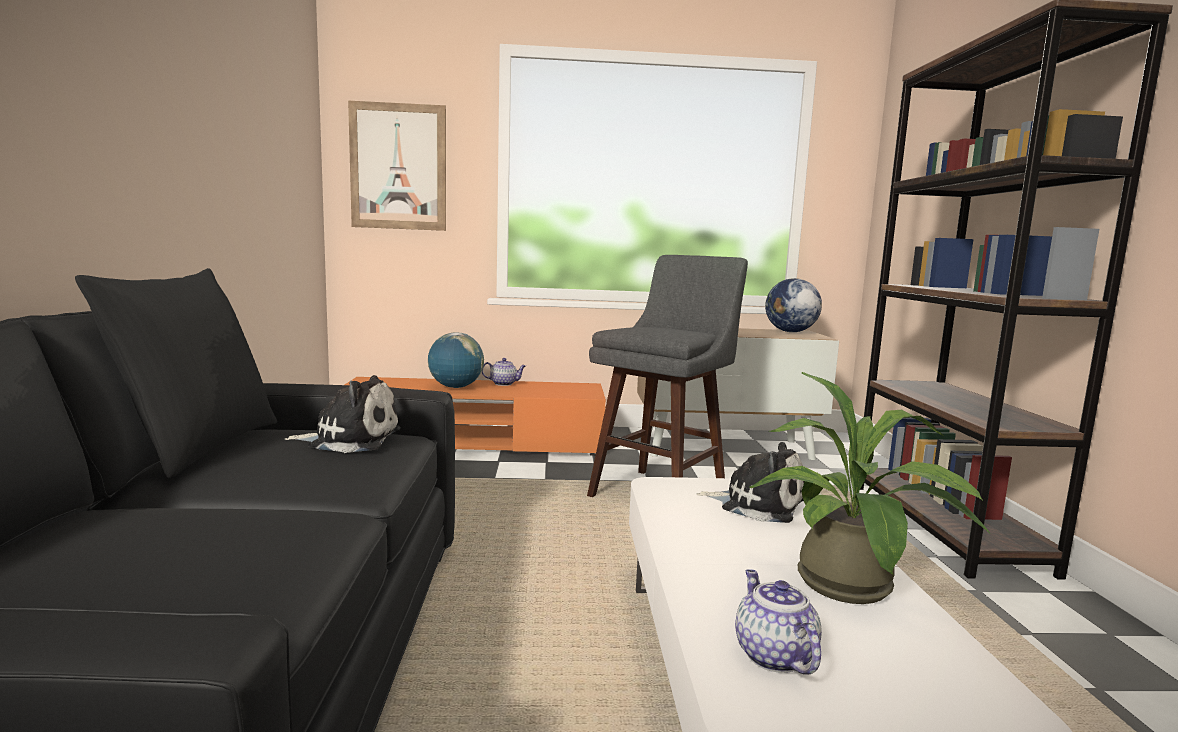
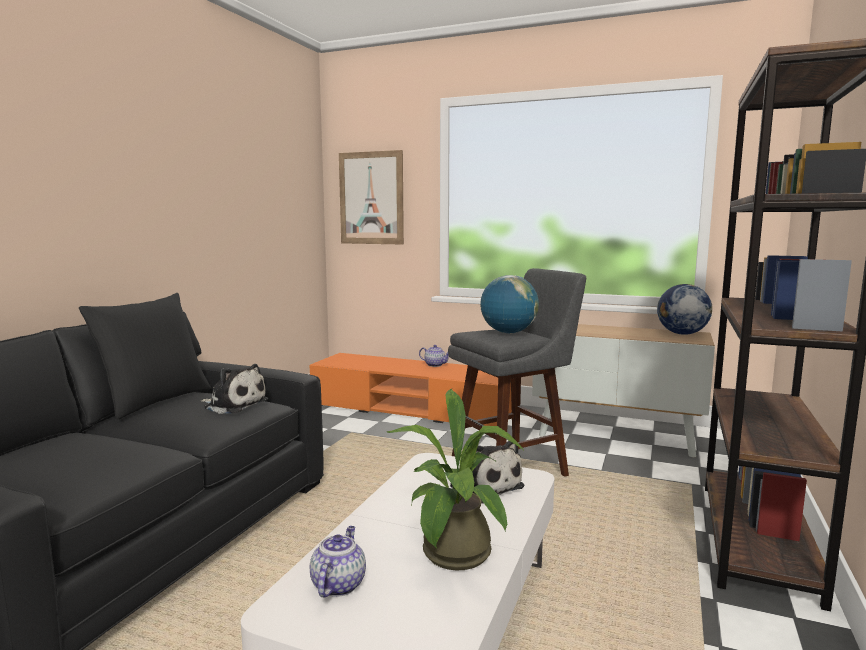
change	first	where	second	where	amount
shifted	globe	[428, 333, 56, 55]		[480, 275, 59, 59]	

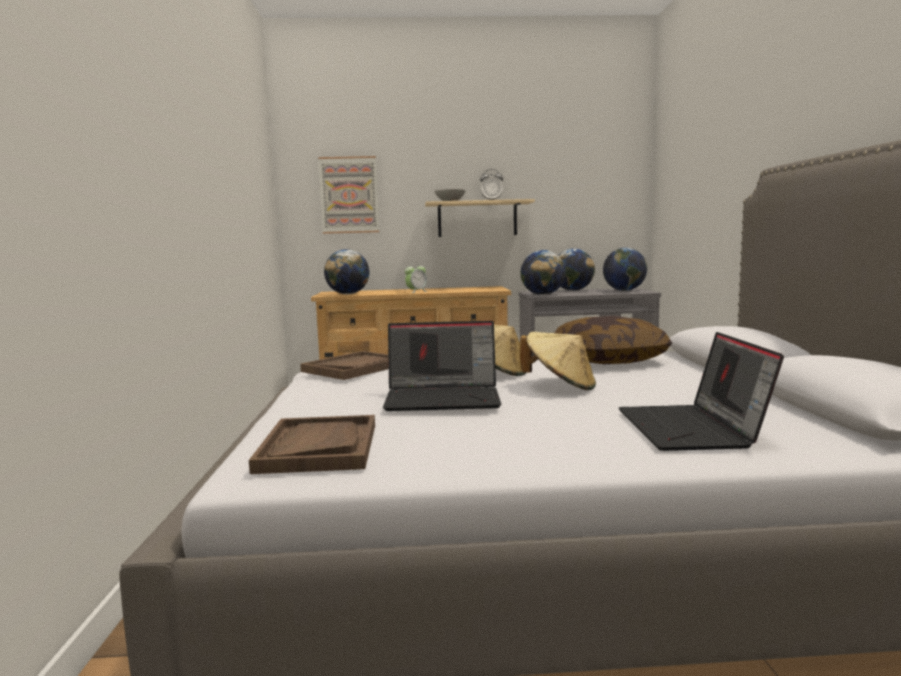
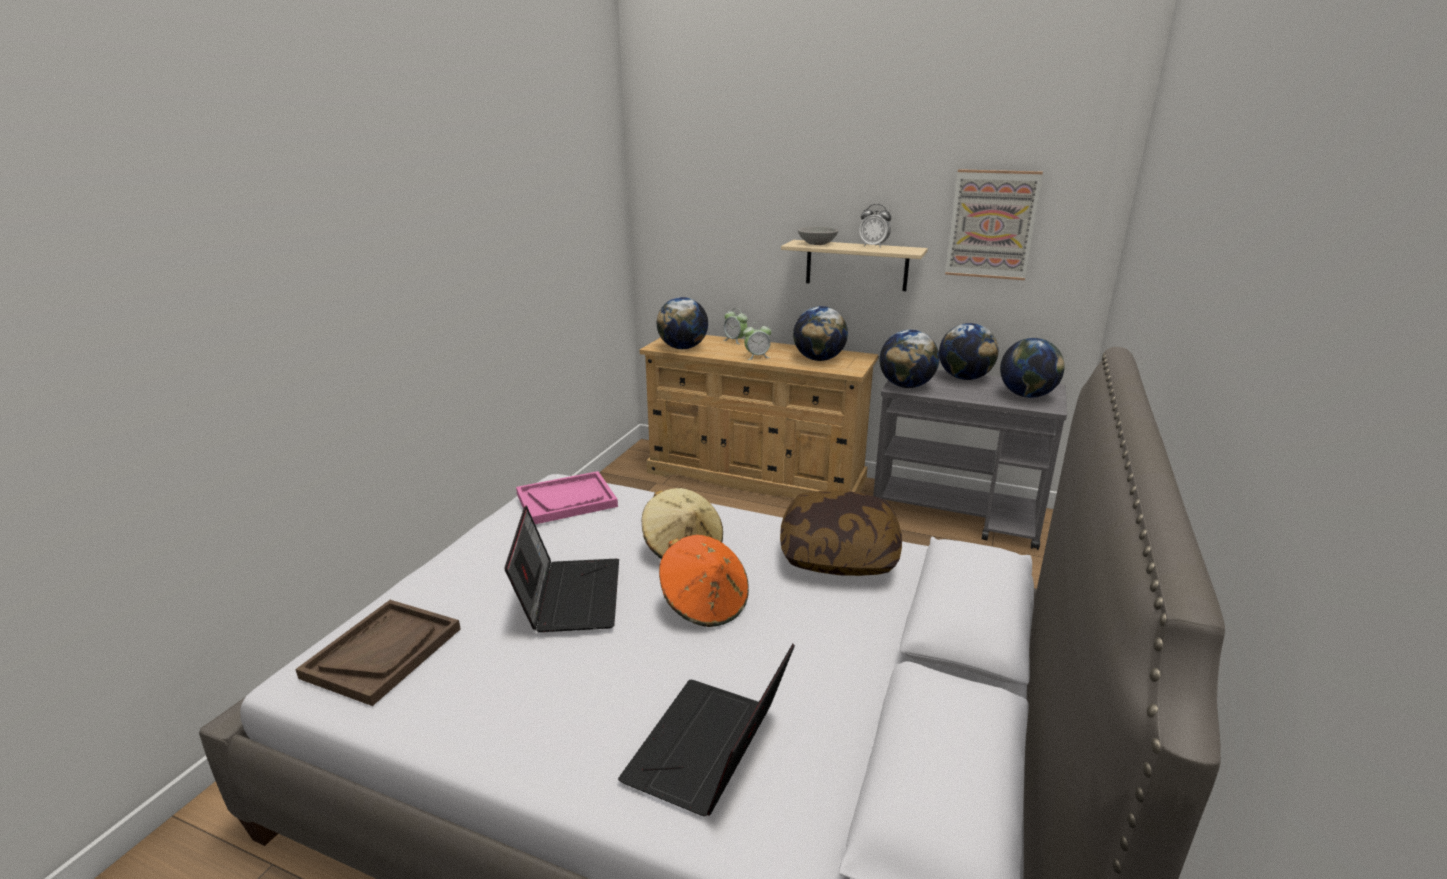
change	first	where	second	where	amount
repainted	tray (brown)	[300, 351, 89, 29]	tray (pink)	[516, 471, 102, 53]	
shifted	picture	[318, 156, 61, 78]		[945, 169, 98, 111]	
rotated	laptop	[383, 321, 118, 90]		[504, 505, 115, 127]	120 degrees counterclockwise
repainted	hat (beige)	[520, 332, 76, 58]	hat (orange)	[659, 535, 90, 92]	
new			alarm clock	[723, 308, 25, 36]	
new			globe	[793, 306, 55, 55]	

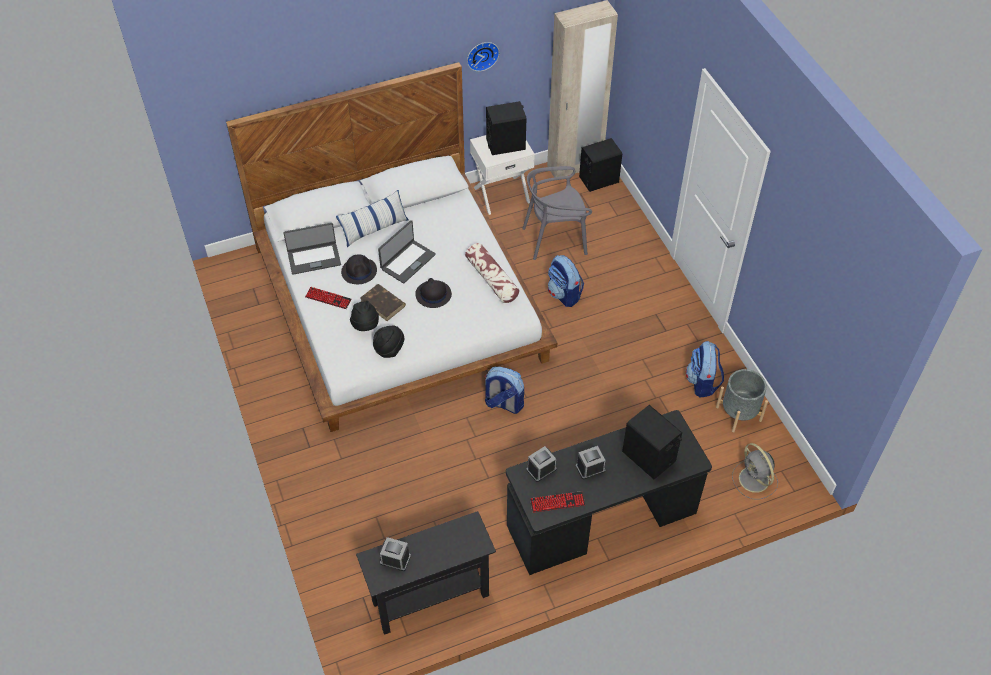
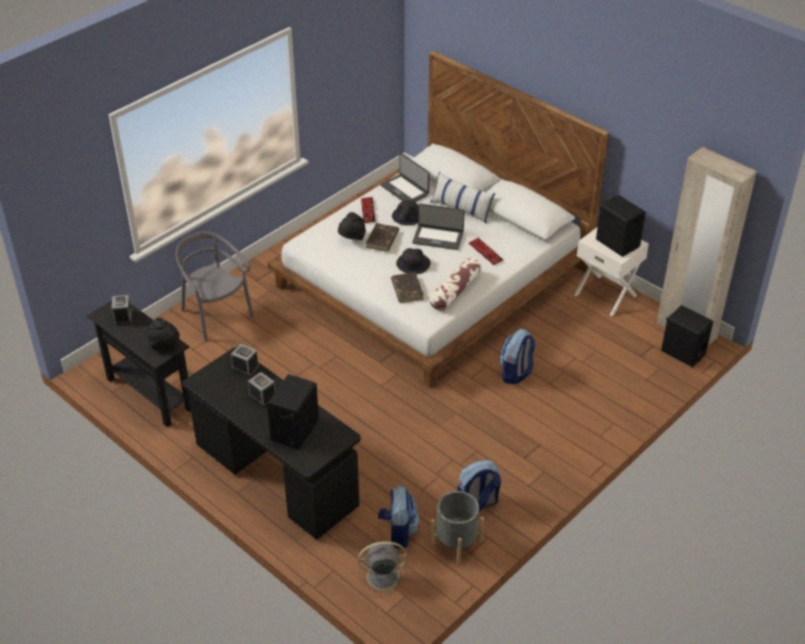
change	first	where	second	where	amount
shifted	hat (black)	[373, 326, 31, 32]		[147, 318, 33, 32]	
gone	wall clock	[467, 42, 32, 29]			
shifted	backpack	[485, 367, 39, 47]		[378, 486, 42, 63]	
shifted	chair (grey)	[522, 166, 70, 94]		[176, 232, 78, 109]	
shifted	keyboard	[530, 491, 55, 22]		[469, 238, 34, 27]	
rotated	fan (grey)	[732, 443, 46, 56]		[358, 541, 51, 57]	45 degrees clockwise
new			book (brown)	[391, 272, 33, 31]	

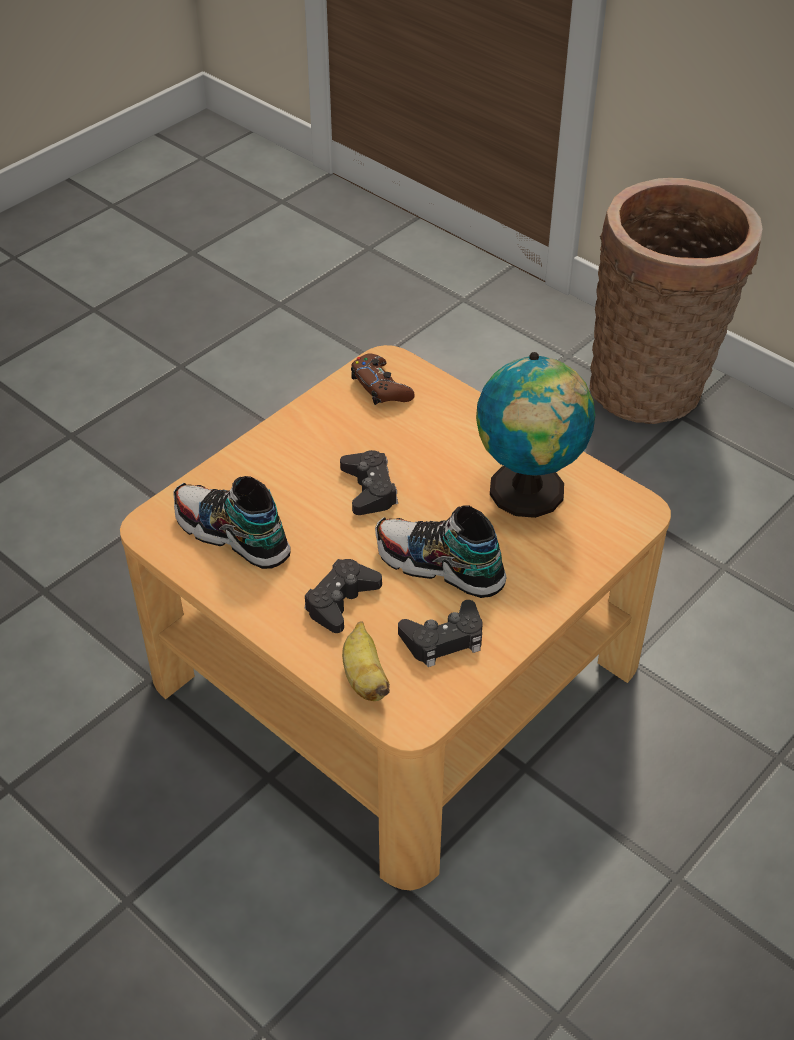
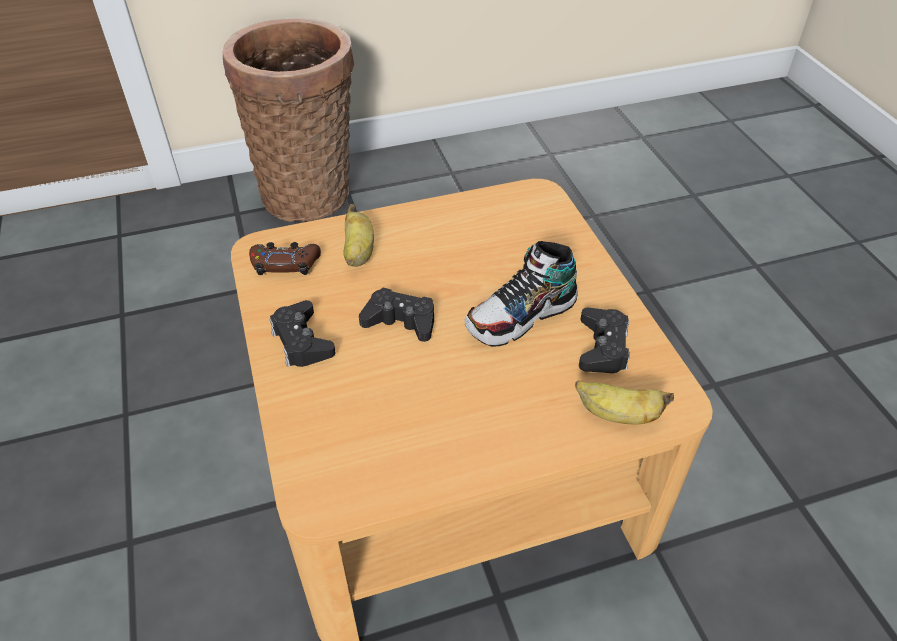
change	first	where	second	where	amount
gone	shoe	[174, 476, 116, 93]			
shifted	game controller (black)	[305, 559, 77, 74]		[270, 300, 66, 67]	
gone	globe	[476, 352, 119, 166]			
new			banana	[344, 204, 30, 63]	

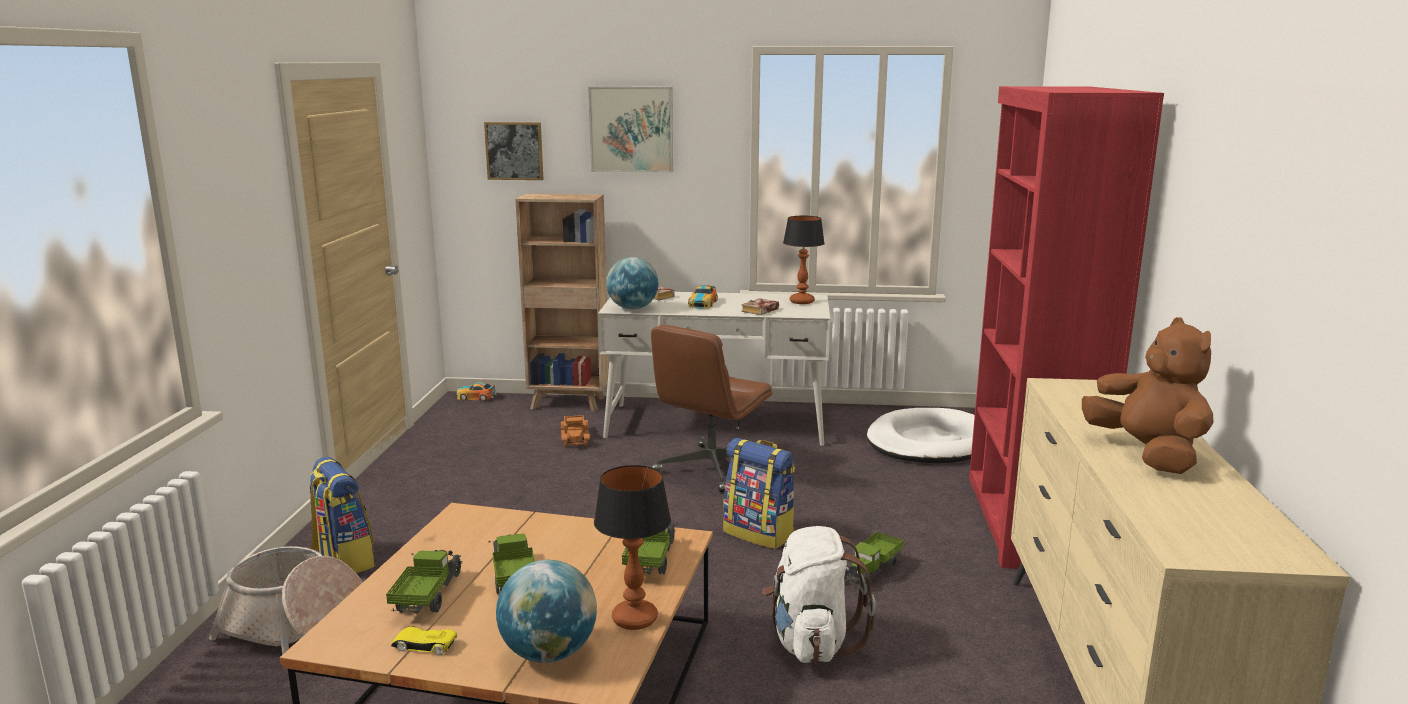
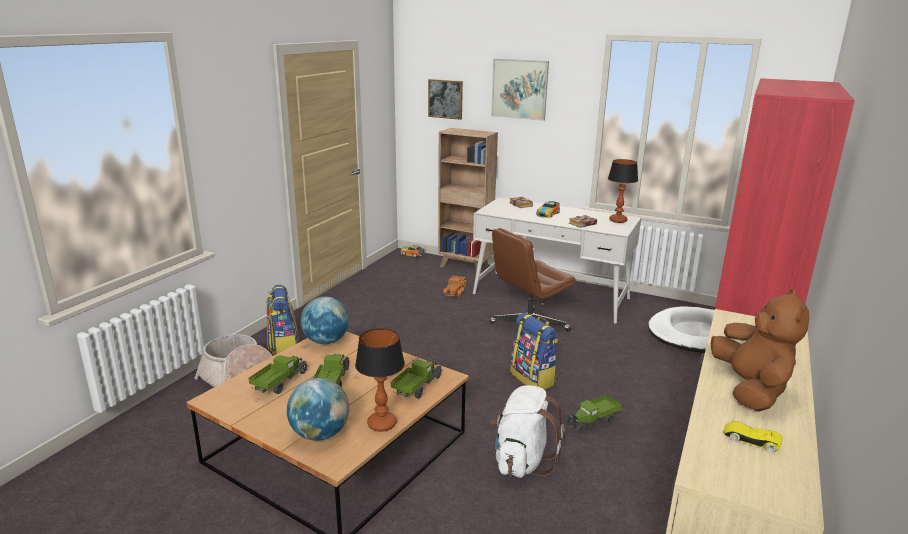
change	first	where	second	where	amount
shifted	toy car (yellow)	[391, 626, 66, 29]		[723, 421, 60, 31]	
shifted	globe	[606, 257, 53, 53]		[301, 297, 48, 47]	

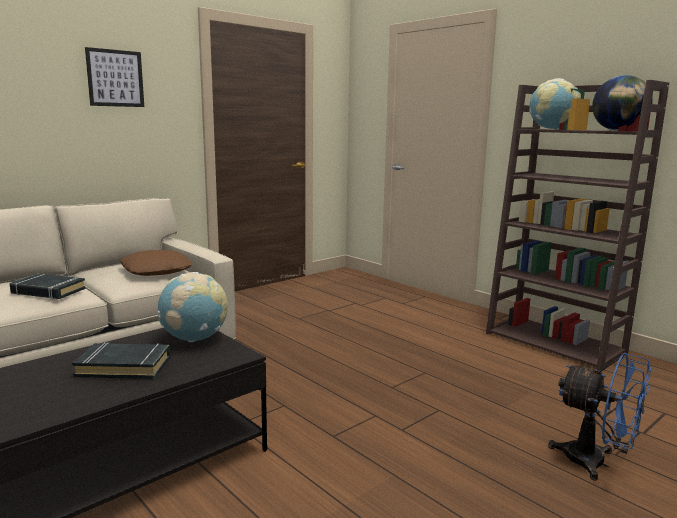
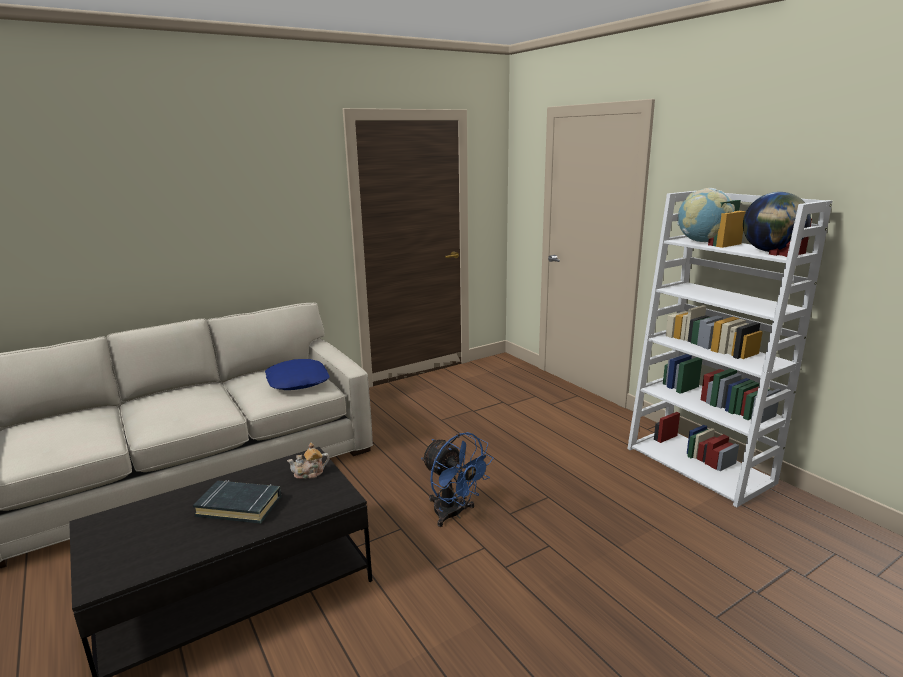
change	first	where	second	where	amount
gone	book (black)	[9, 274, 77, 25]			
gone	picture	[85, 47, 59, 60]			
repainted	pillow (brown)	[120, 250, 73, 26]	pillow (blue)	[265, 359, 65, 31]	
swapped	globe	[158, 272, 70, 70]	teapot	[287, 443, 42, 36]	
repainted	bookcase (brown)	[486, 80, 183, 291]	bookcase (white)	[627, 191, 205, 316]	
shifted	fan (blue)	[548, 353, 103, 128]		[421, 432, 73, 95]	

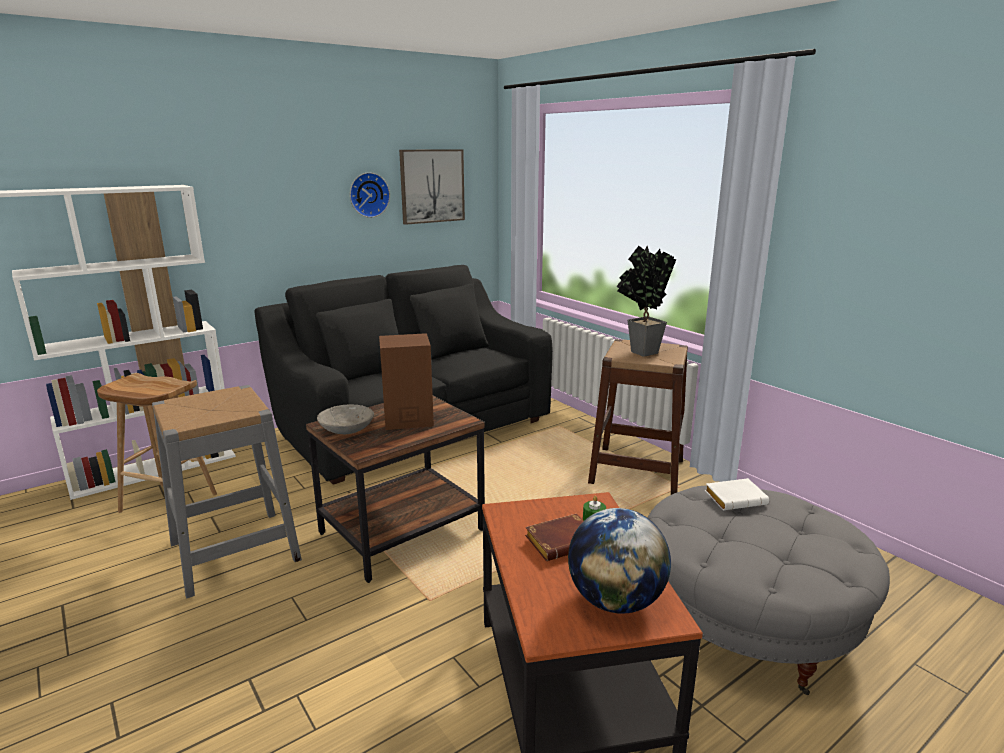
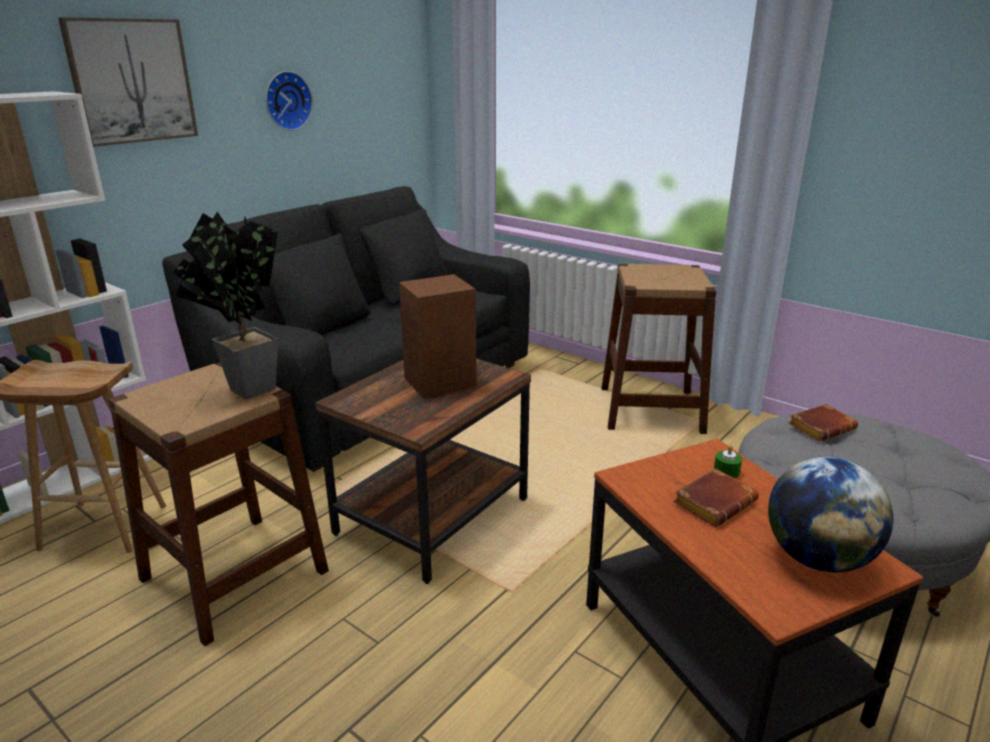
change	first	where	second	where	amount
repainted	stool (grey)	[152, 385, 150, 213]	stool (brown)	[109, 362, 220, 284]	
gone	bowl (grey)	[317, 404, 57, 30]			
shifted	picture	[399, 149, 66, 76]		[58, 17, 140, 130]	
shifted	potted plant	[616, 246, 60, 111]		[172, 212, 106, 187]	
repainted	book (white)	[705, 478, 64, 32]	book (brown)	[788, 404, 70, 37]	

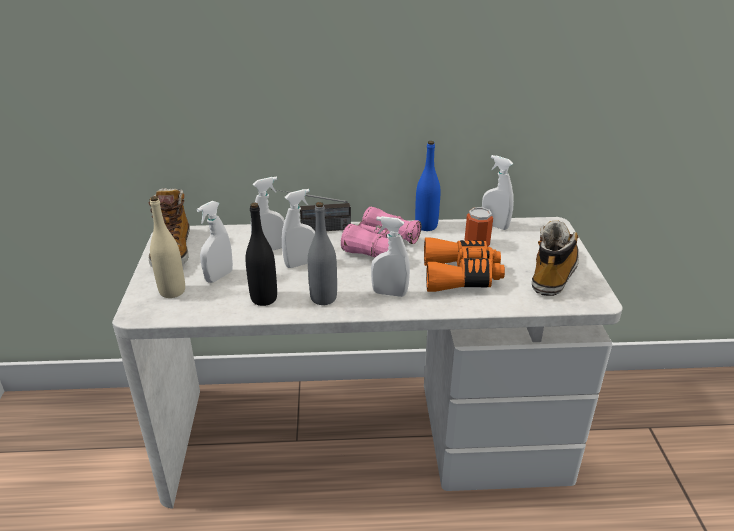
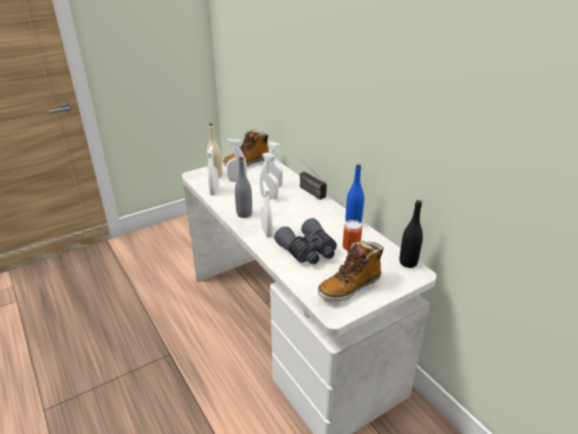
change	first	where	second	where	amount
shifted	bottle (black)	[245, 202, 32, 104]		[400, 200, 23, 68]	
gone	binoculars (pink)	[341, 207, 80, 50]			
repainted	binoculars (orange)	[424, 238, 81, 54]	binoculars (grey)	[274, 218, 63, 46]	
shifted	spray bottle (white)	[482, 155, 32, 75]		[208, 145, 11, 50]	
rotated	boot	[532, 221, 47, 75]		[318, 240, 66, 62]	150 degrees clockwise

